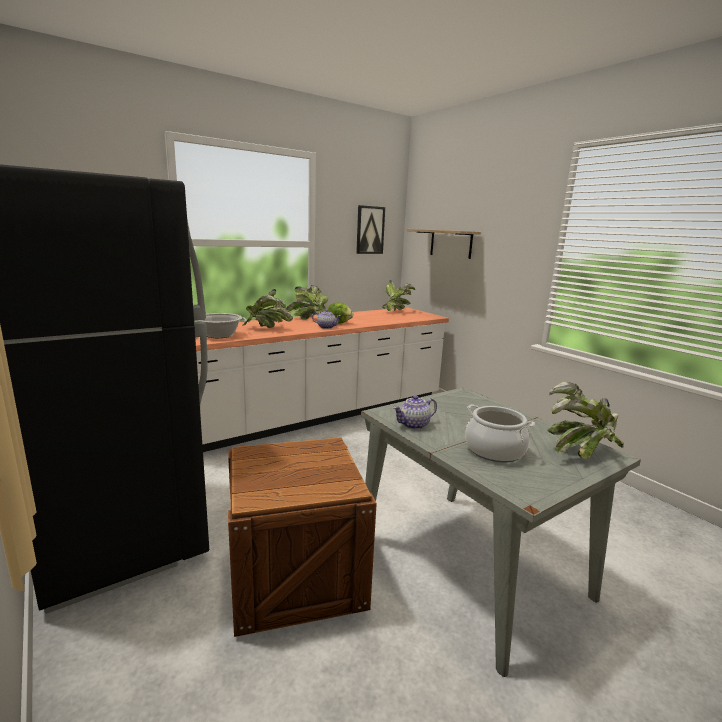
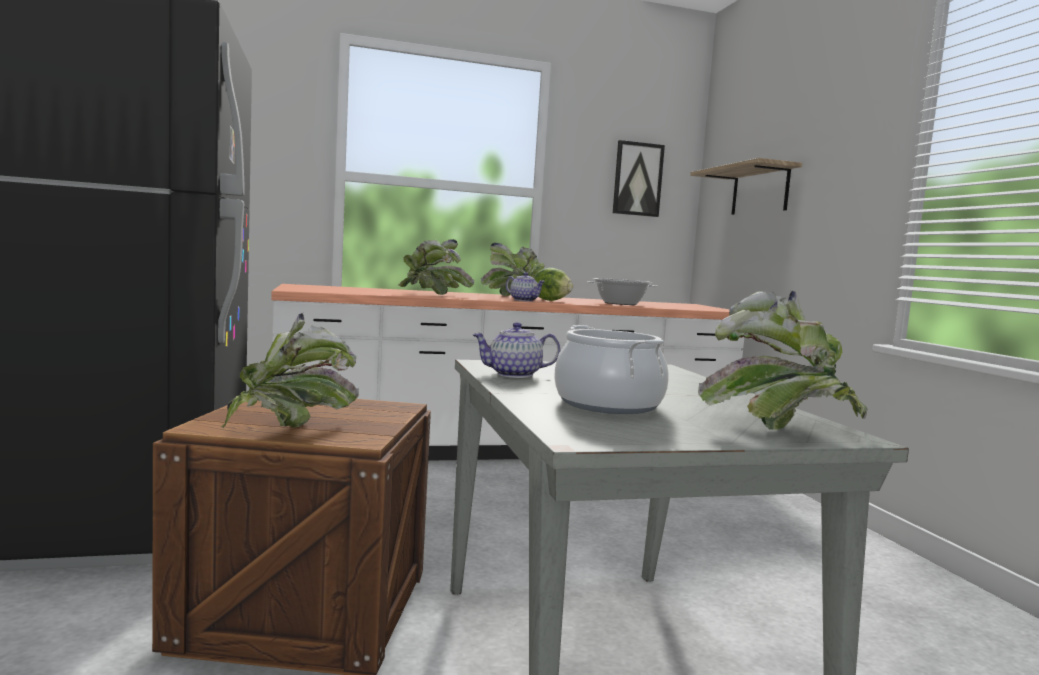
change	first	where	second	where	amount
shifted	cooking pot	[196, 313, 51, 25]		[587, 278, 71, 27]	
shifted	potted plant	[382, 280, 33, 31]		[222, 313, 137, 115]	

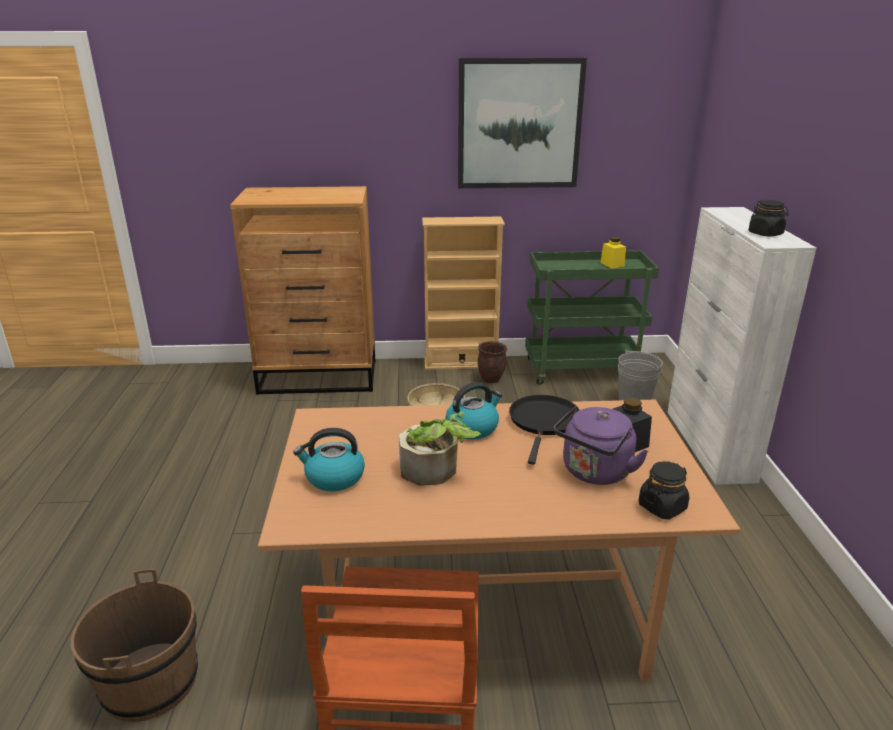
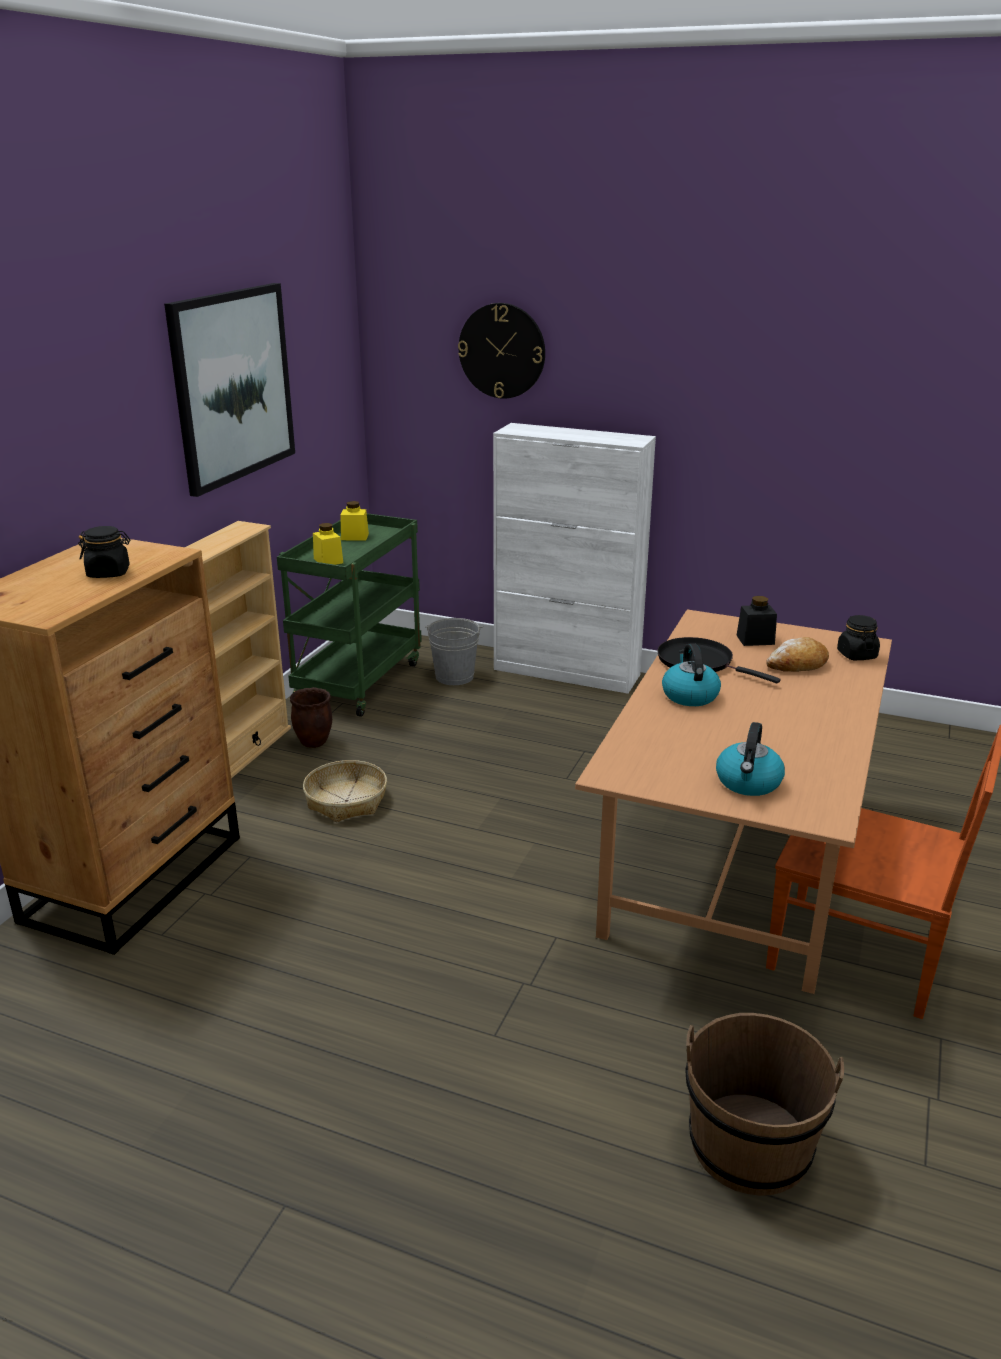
change	first	where	second	where	amount
gone	potted plant	[399, 411, 82, 75]			
swapped	kettle (purple)	[554, 406, 95, 79]	bread	[766, 637, 63, 35]	
shifted	jar (black)	[749, 200, 40, 37]		[78, 526, 52, 52]	
new			jar (yellow)	[313, 523, 30, 42]	
new			wall clock	[458, 303, 87, 96]	

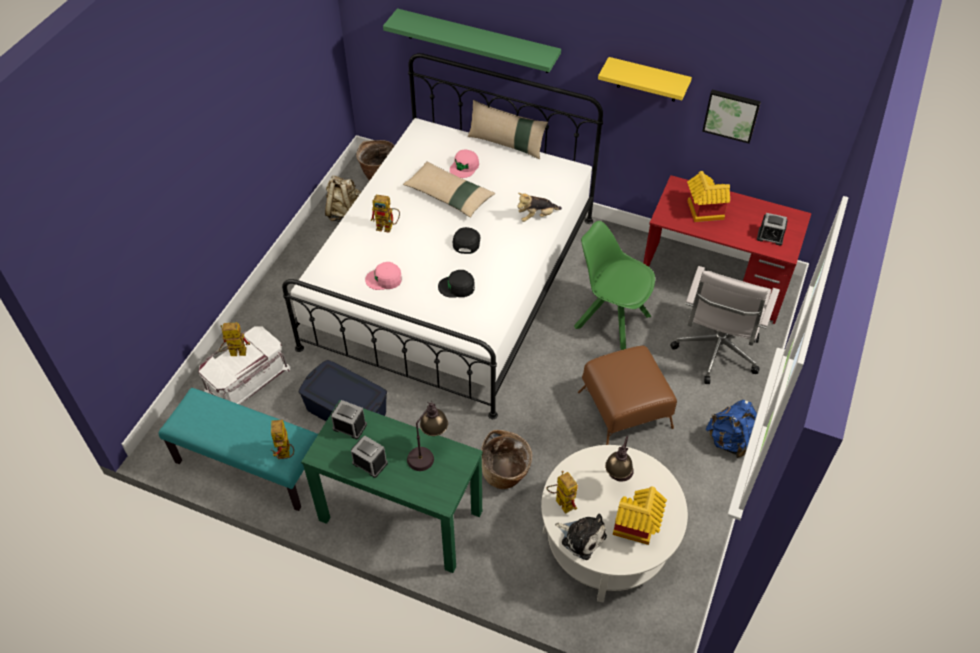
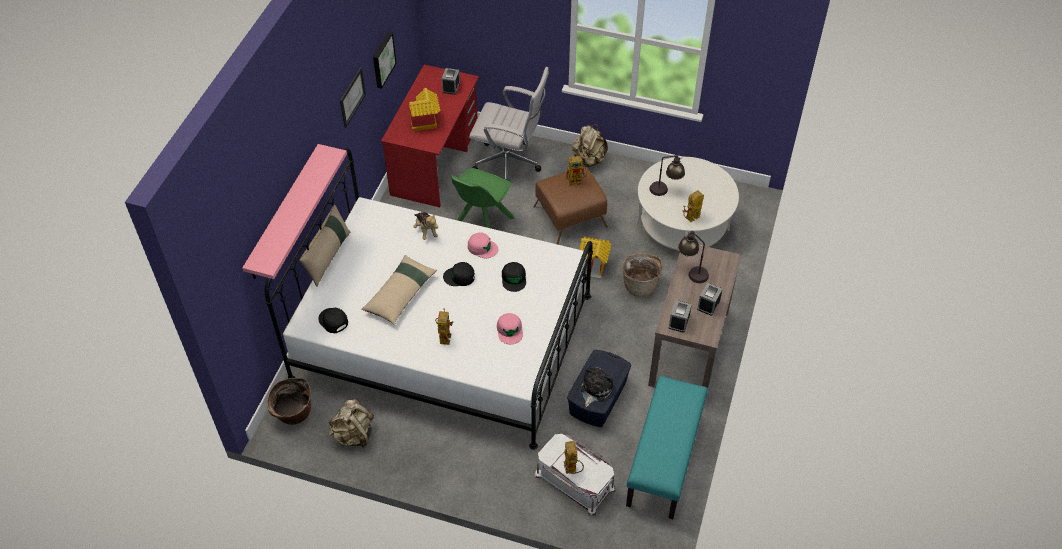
change	first	where	second	where	amount
shifted	toy robot	[270, 420, 24, 39]		[565, 156, 22, 30]	
repainted	console table (green)	[301, 400, 182, 173]	console table (brown)	[648, 245, 94, 143]	
repainted	shelf (green)	[383, 8, 178, 65]	shelf (pink)	[242, 144, 105, 135]	
shifted	cap (pink)	[450, 149, 29, 29]		[468, 232, 30, 26]	
shifted	plush toy	[555, 514, 52, 46]		[580, 367, 34, 40]	
swapped	shelf (yellow)	[598, 57, 94, 45]	picture	[340, 67, 26, 61]	
shifted	toy house	[613, 486, 54, 59]		[580, 237, 32, 41]	
repainted	backpack (blue)	[706, 400, 51, 58]	backpack (beige)	[572, 124, 36, 43]	
new			cap (black)	[319, 308, 29, 25]	

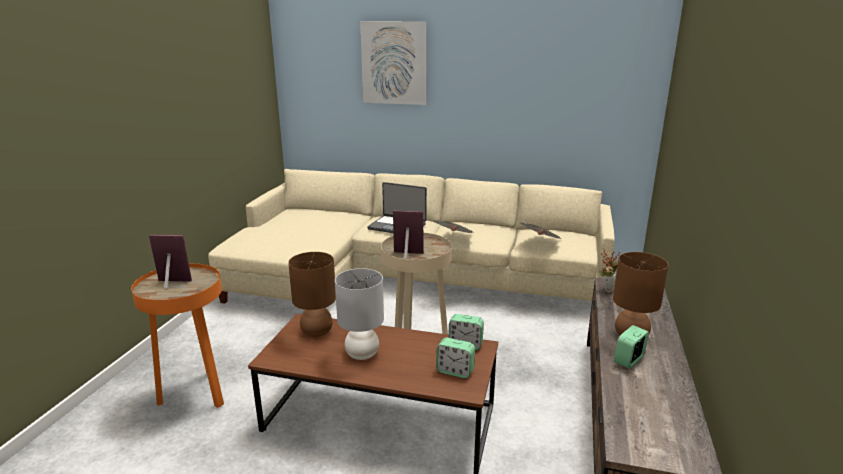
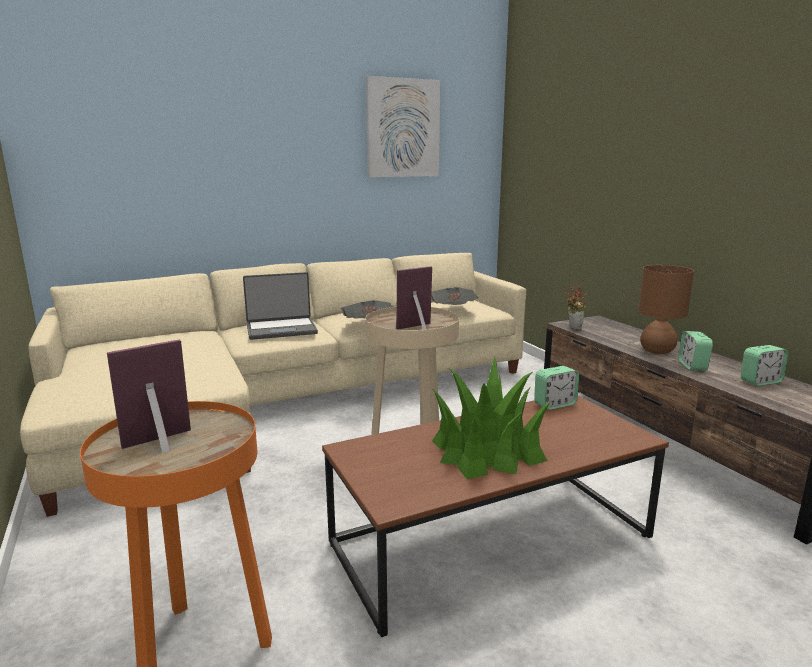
change	first	where	second	where	amount
gone	table lamp (brown)	[288, 252, 48, 85]			
swapped	table lamp (grey)	[335, 268, 49, 92]	potted plant	[432, 357, 120, 122]	
shifted	picture	[360, 21, 66, 84]		[366, 76, 74, 101]	
shifted	alarm clock	[436, 338, 39, 40]		[741, 345, 47, 41]	

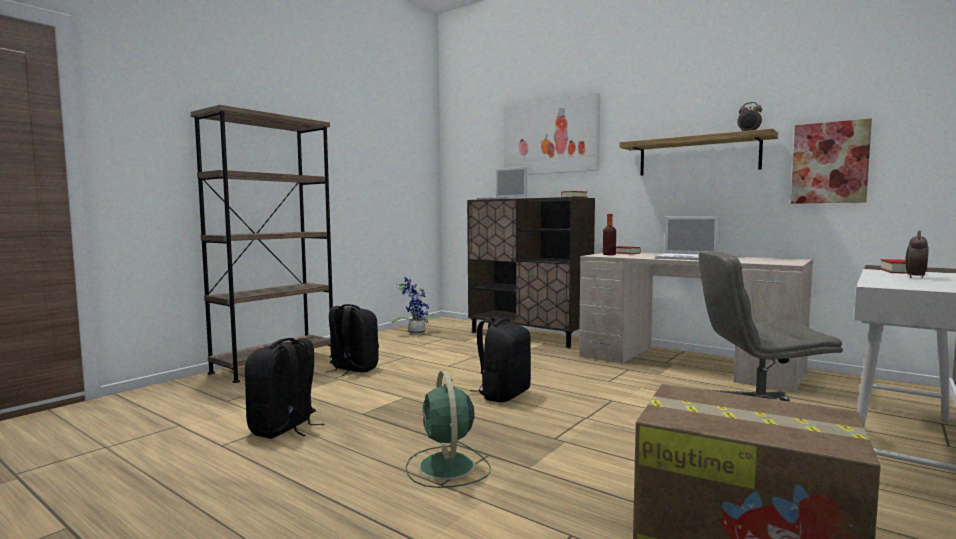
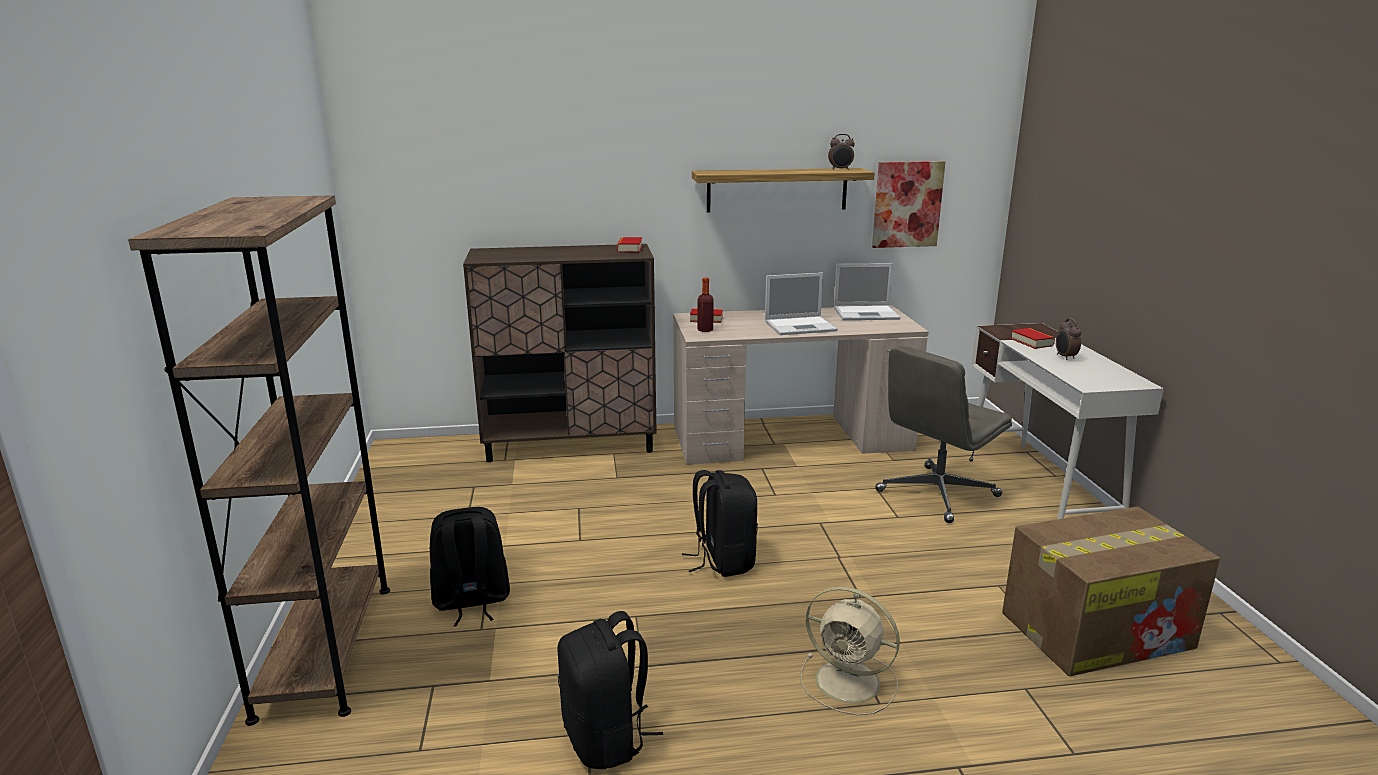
change	first	where	second	where	amount
gone	potted plant	[392, 276, 47, 59]			
repainted	fan (green)	[406, 371, 85, 117]	fan (beige)	[801, 586, 99, 129]	
shifted	laptop	[476, 167, 51, 33]		[834, 263, 67, 57]	
gone	picture	[504, 93, 96, 82]			

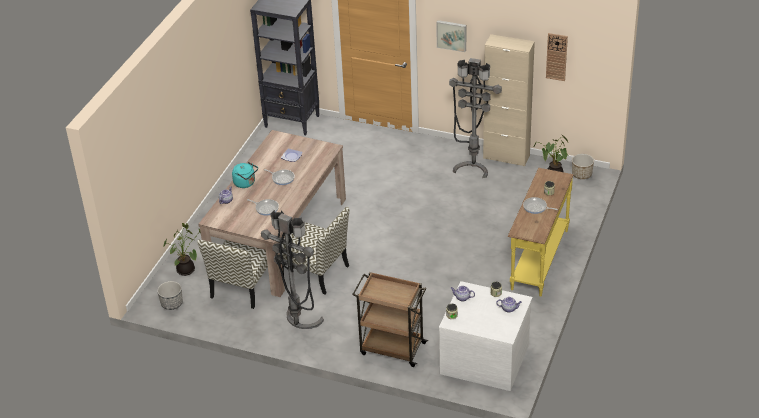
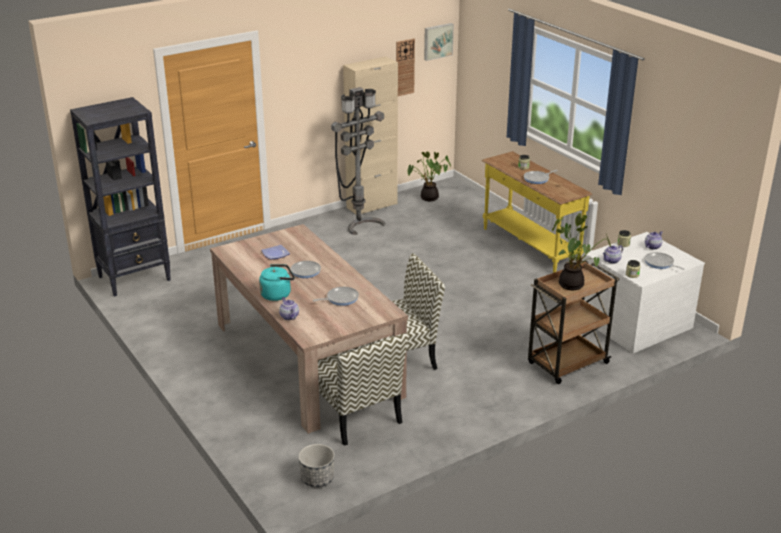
change	first	where	second	where	amount
shifted	potted plant	[163, 223, 38, 53]		[552, 213, 59, 77]	
gone	floor lamp (grey)	[261, 210, 63, 119]			
shifted	picture	[436, 20, 30, 32]		[424, 23, 30, 38]	
gone	planter	[572, 154, 22, 25]			
new			frying pan	[644, 252, 40, 18]	

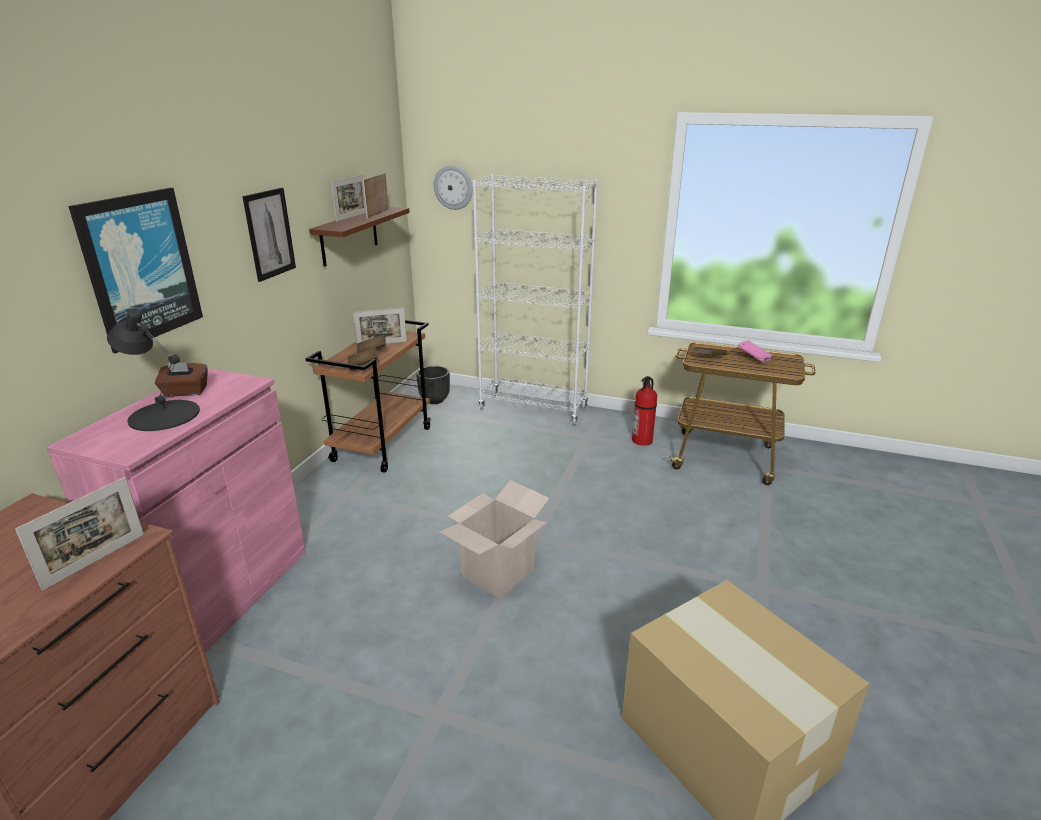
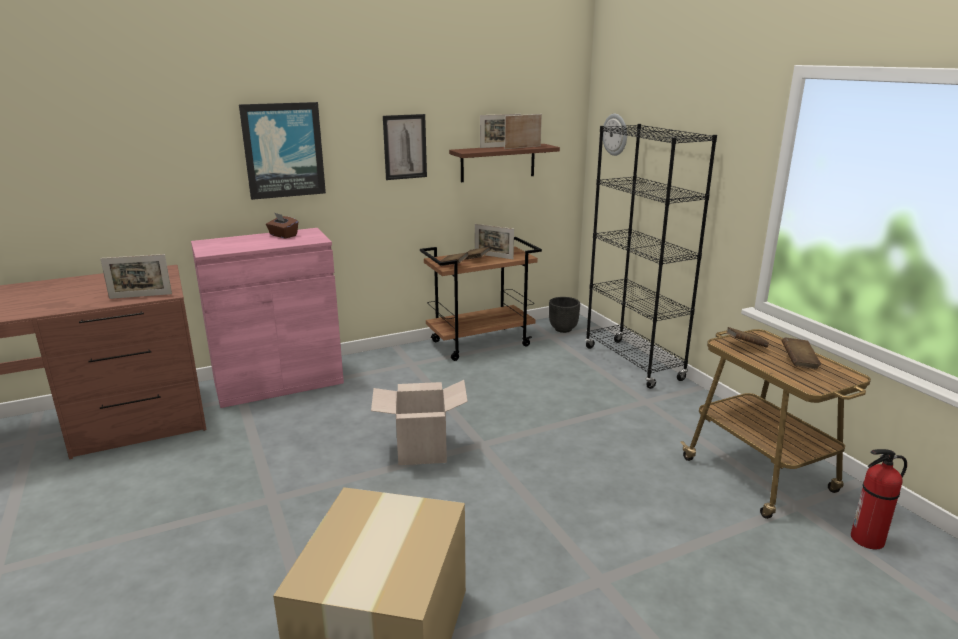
change	first	where	second	where	amount
gone	table lamp (black)	[107, 309, 93, 122]			
repainted	bookcase (white)	[472, 174, 126, 251]	bookcase (black)	[585, 124, 132, 265]	
shifted	fire extinguisher	[632, 376, 25, 70]		[851, 449, 56, 101]	
repainted	book (pink)	[738, 341, 35, 21]	book (brown)	[782, 337, 39, 32]	

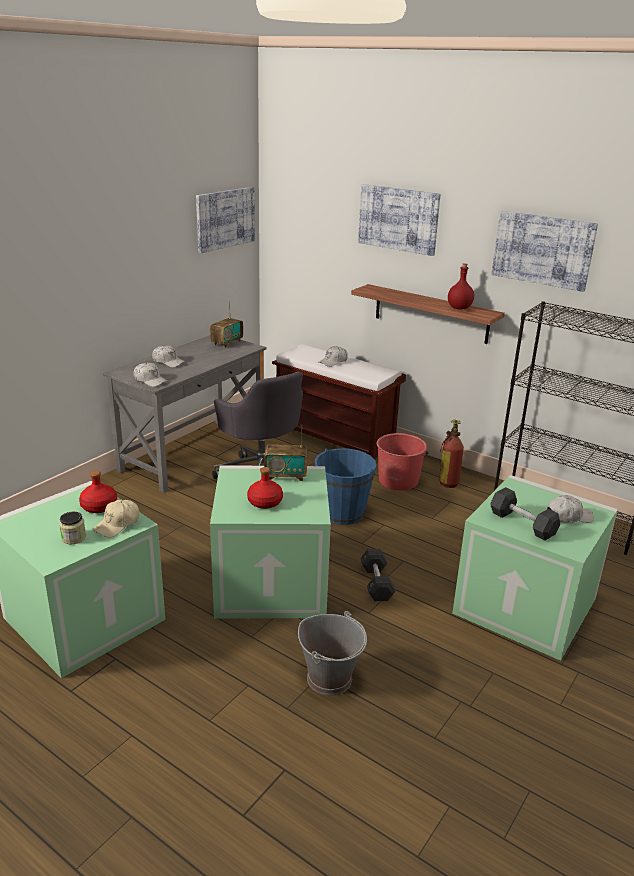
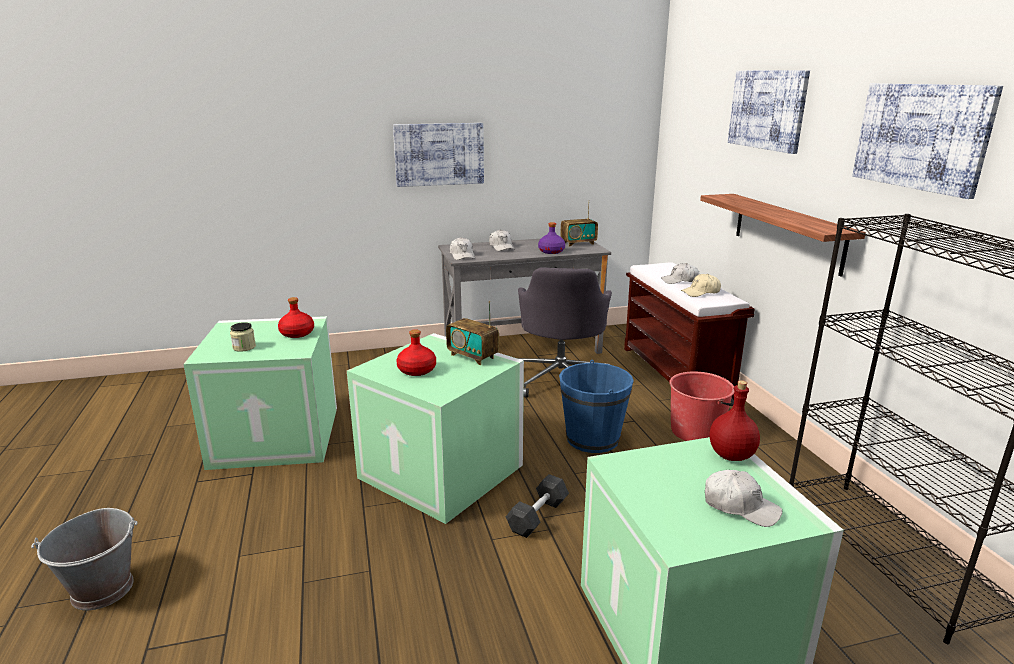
change	first	where	second	where	amount
shifted	cap (beige)	[93, 500, 47, 37]		[681, 274, 40, 23]	
shifted	picture	[196, 187, 59, 66]		[393, 123, 91, 64]	
shifted	bucket (grey)	[298, 611, 69, 85]		[31, 508, 106, 103]	
gone	fire extinguisher	[439, 420, 25, 68]			
shifted	bottle (red)	[448, 263, 26, 47]		[709, 380, 51, 81]	
gone	dumbbell (grey)	[490, 487, 70, 54]			
new			bottle (purple)	[538, 222, 27, 32]	

